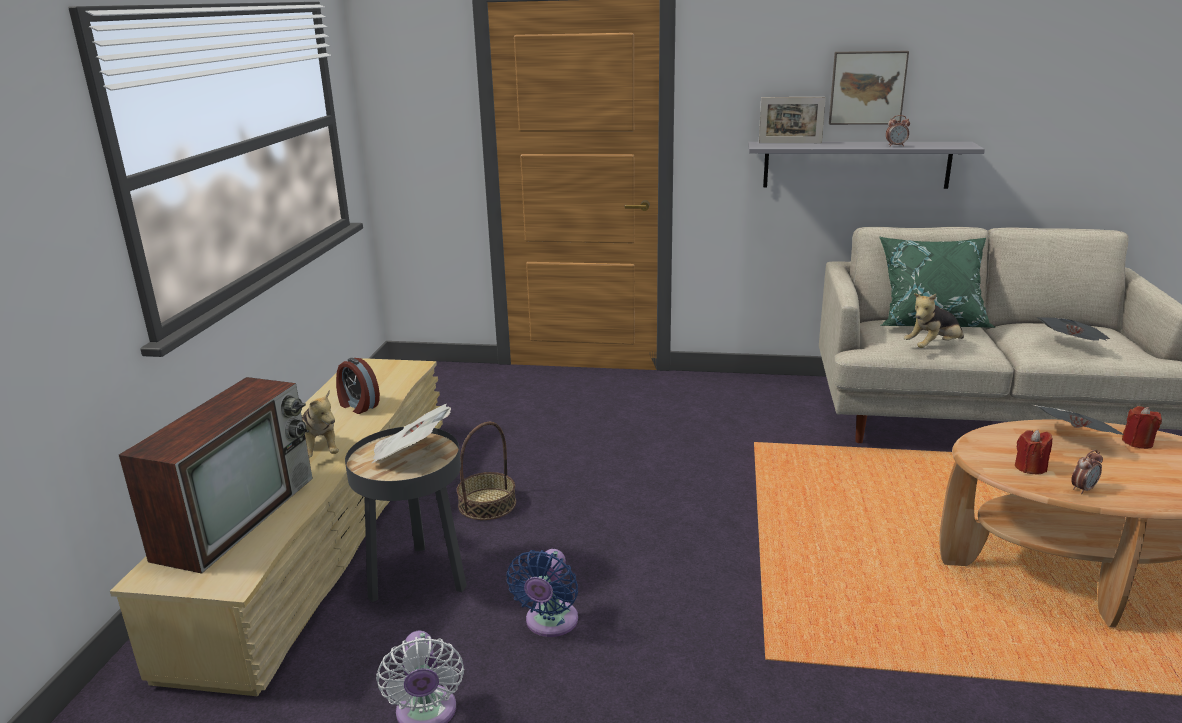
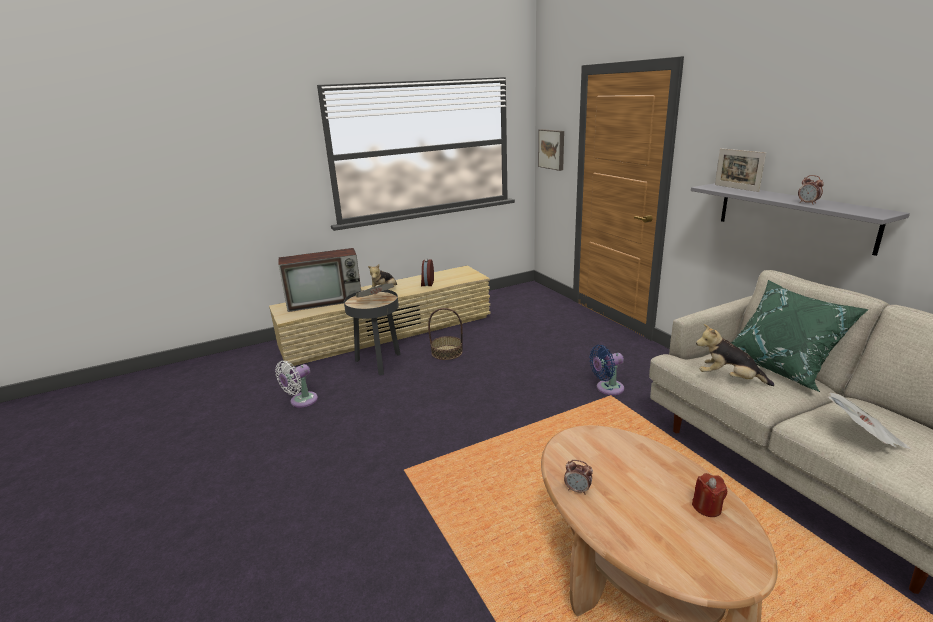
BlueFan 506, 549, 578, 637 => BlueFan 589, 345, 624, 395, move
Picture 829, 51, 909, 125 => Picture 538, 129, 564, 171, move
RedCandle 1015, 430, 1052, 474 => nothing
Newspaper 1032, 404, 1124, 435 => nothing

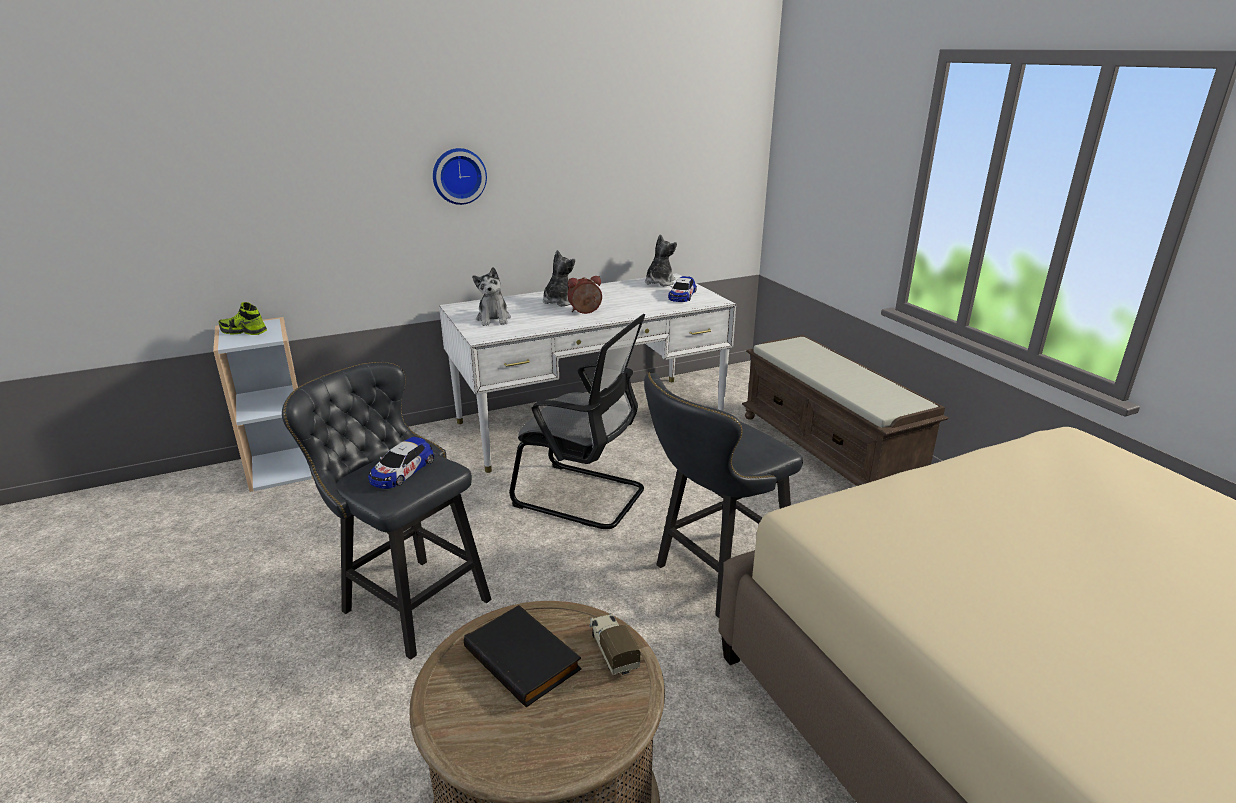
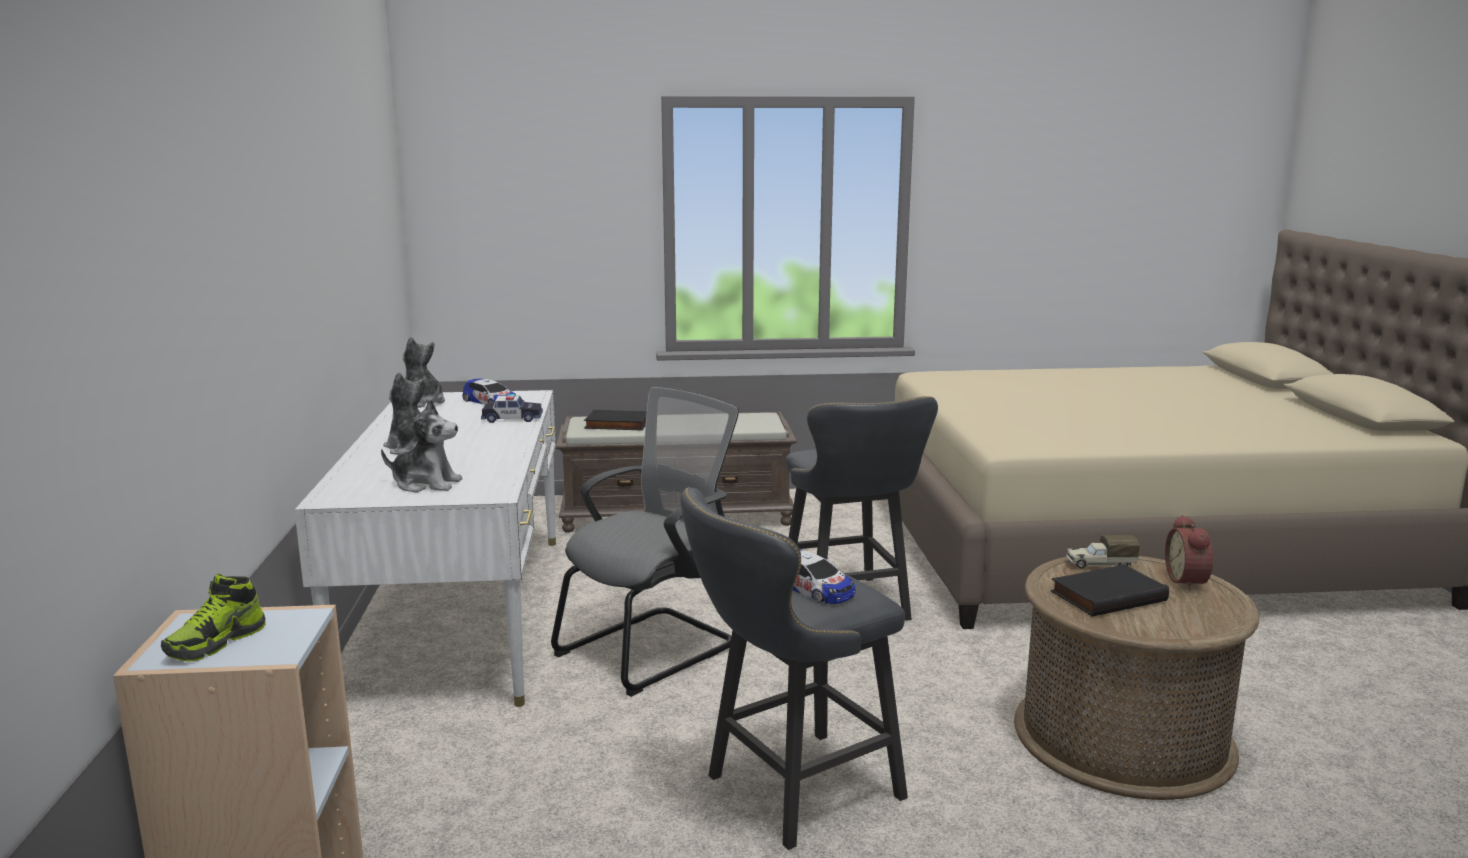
WallClock 433, 148, 487, 205 => nothing
AlarmClock 567, 276, 602, 314 => AlarmClock 1165, 515, 1213, 590, move
nothing => ToyCar 481, 394, 543, 423
nothing => BlackBook 584, 410, 647, 430

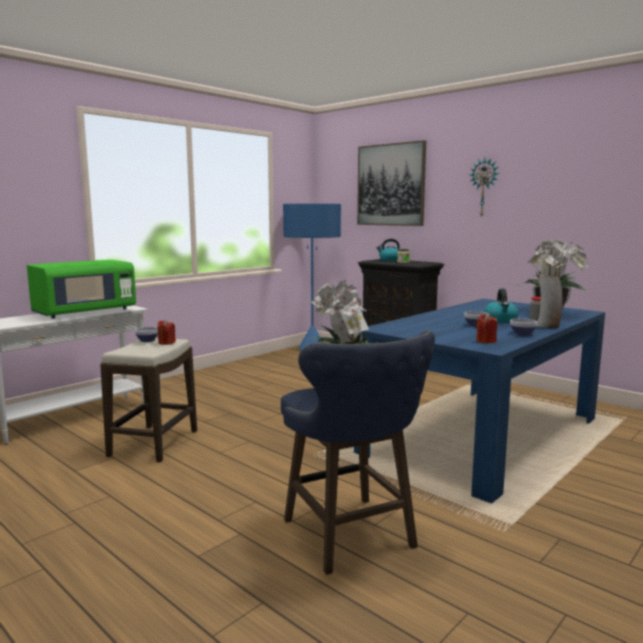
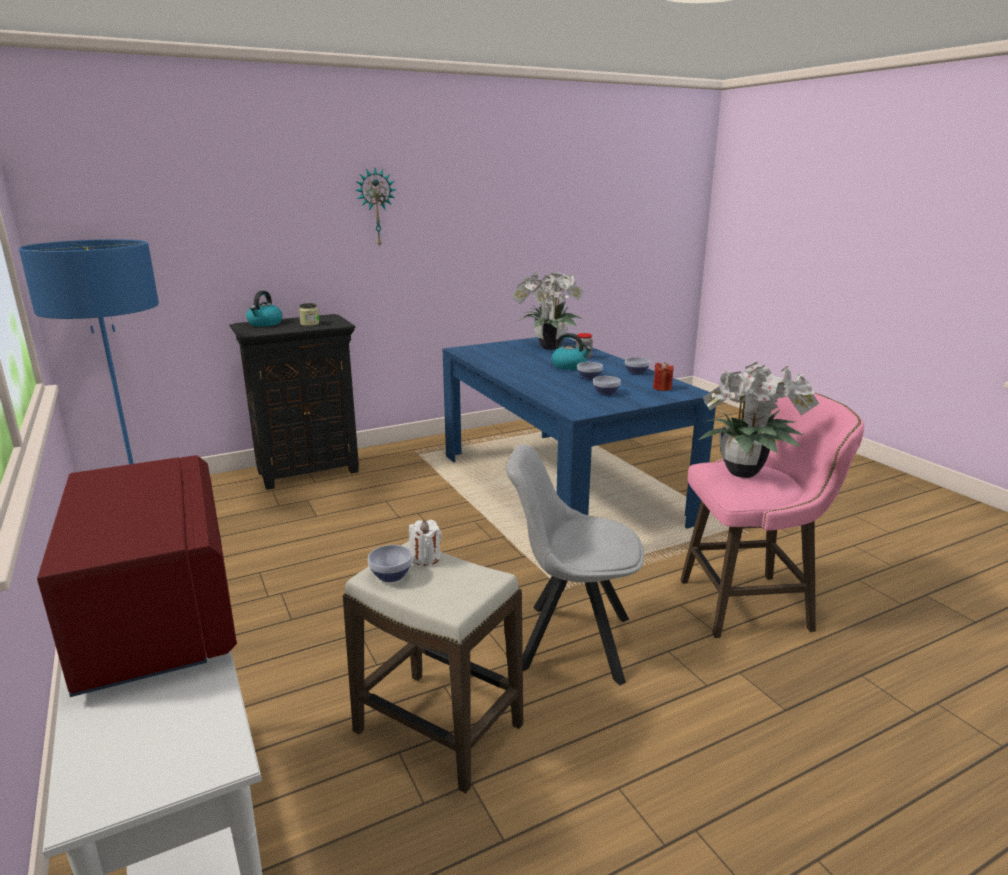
GreenMicrowave 27, 260, 136, 318 => RedMicrowave 37, 455, 237, 697
RedCandle 157, 320, 176, 345 => WhiteCandle 409, 520, 442, 566
BlueStool 281, 331, 435, 575 => PinkStool 680, 392, 864, 638
Picture 357, 140, 426, 226 => nothing
Vase 537, 275, 563, 329 => nothing
nothing => GreyChair 506, 444, 644, 686
nothing => Bowl 593, 376, 621, 396

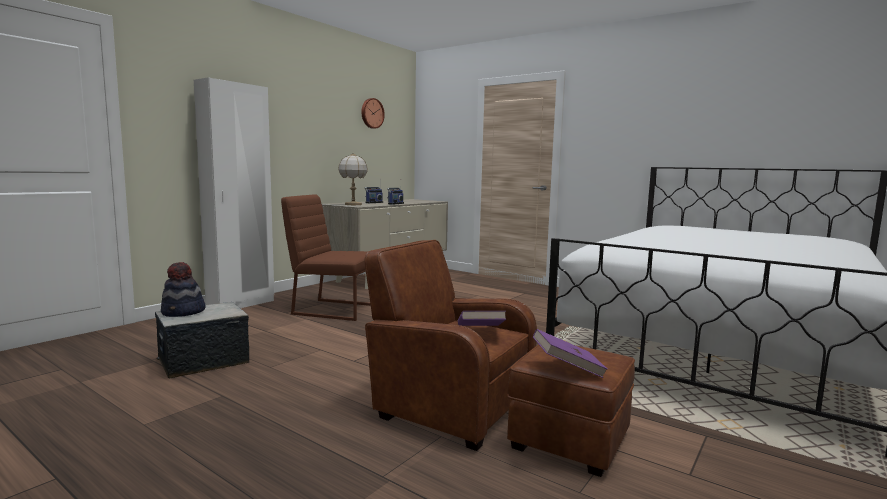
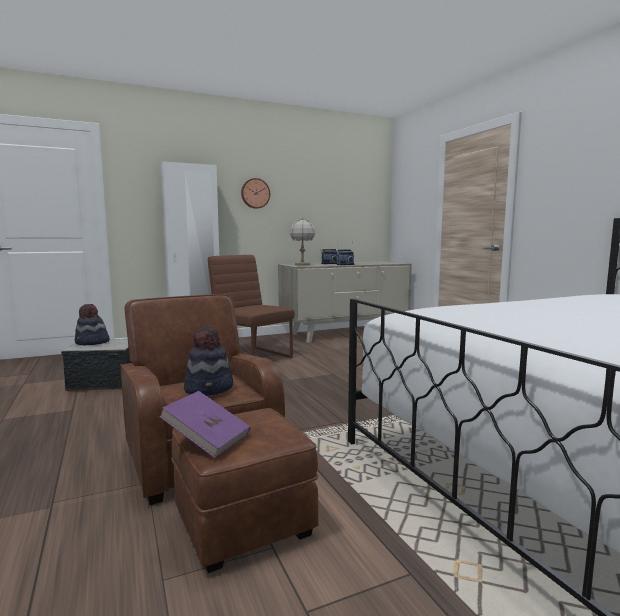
WallClock 361, 98, 385, 129 => WallClock 241, 178, 270, 209, move
PurpleBook 458, 311, 506, 326 => Hat 184, 325, 233, 396

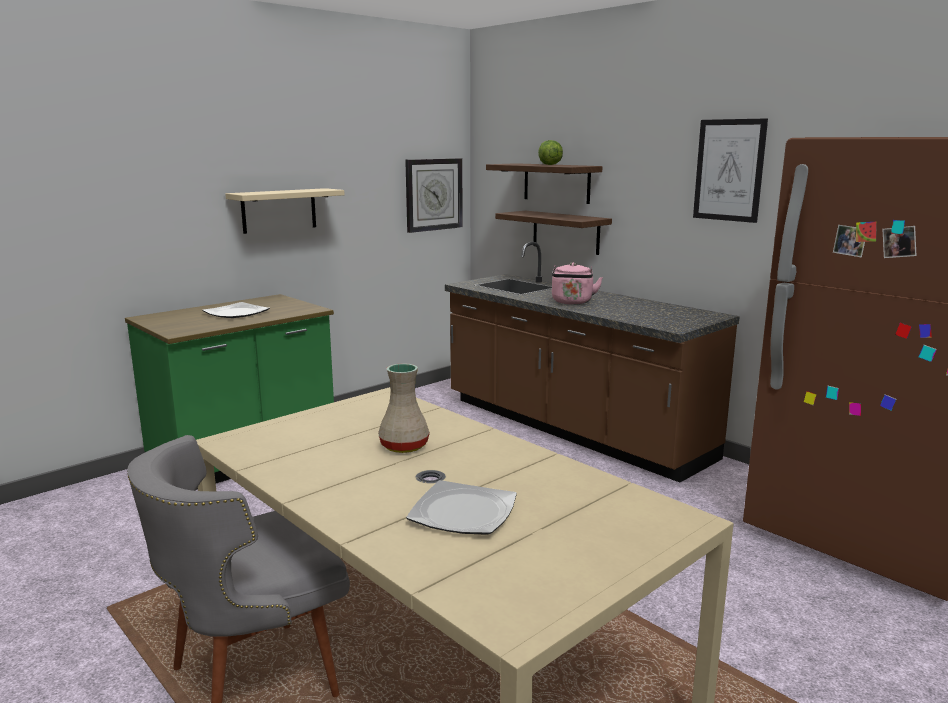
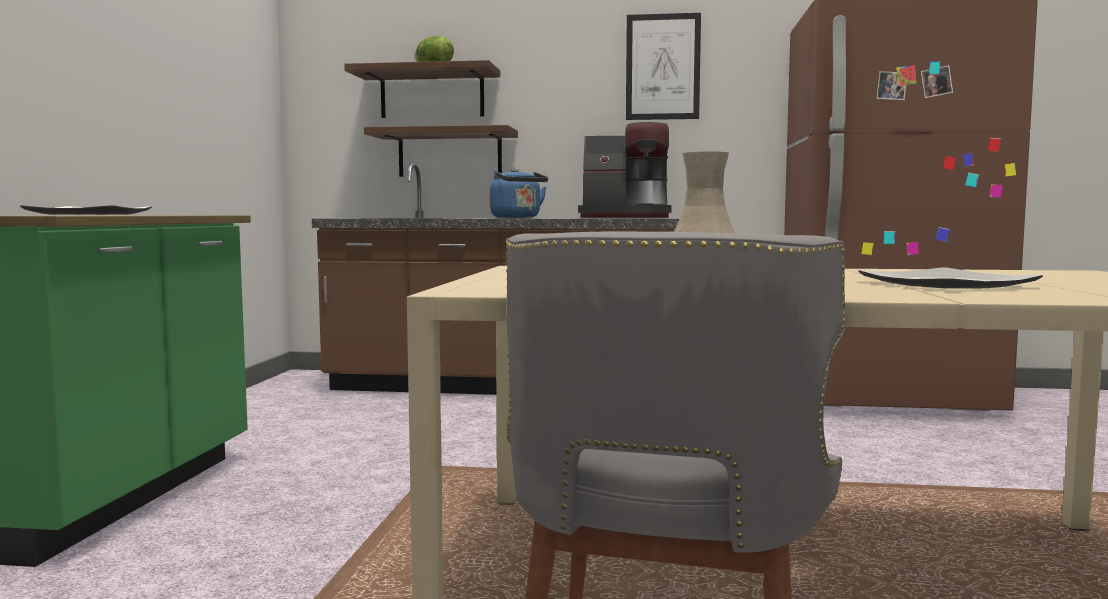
BeigeShelf 225, 188, 345, 234 => nothing
WallClock 405, 158, 463, 233 => nothing
PinkKettle 552, 262, 603, 305 => BlueKettle 490, 168, 548, 218
nothing => CoffeeMachine 578, 122, 672, 218

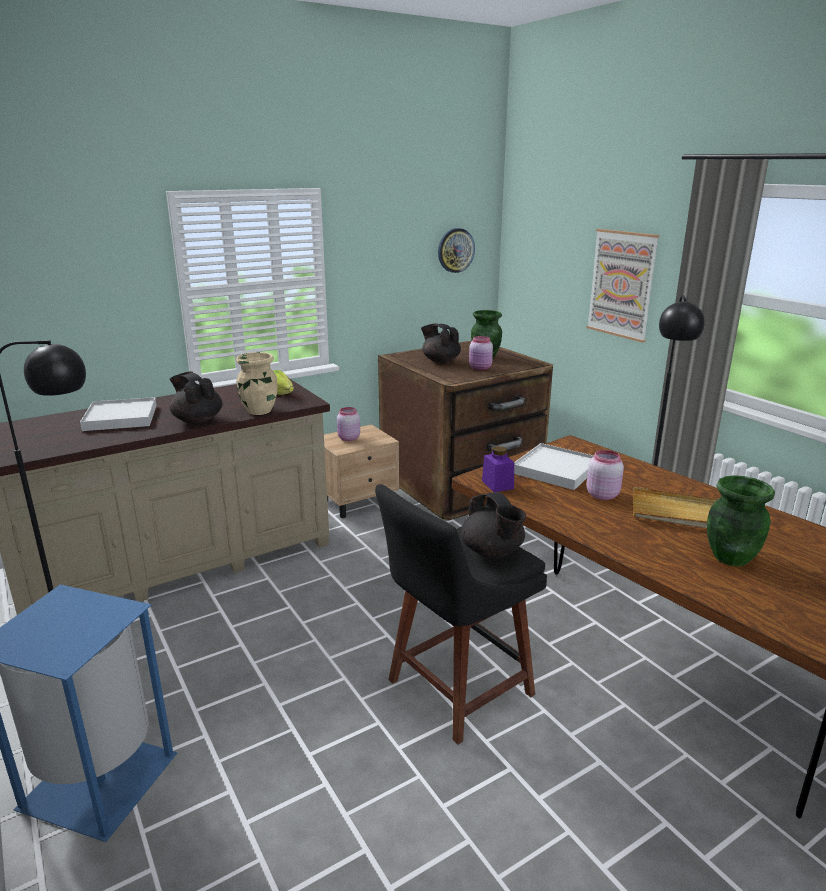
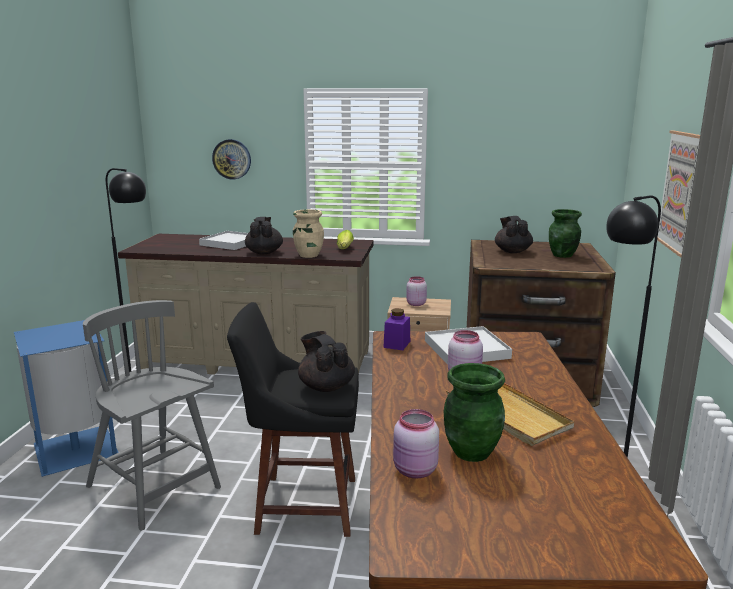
WallClock 438, 228, 475, 273 => WallClock 212, 139, 251, 179, move
BlackTeapot 461, 492, 526, 558 => BlackTeapot 298, 331, 355, 392, 135 degrees clockwise
PinkJar 469, 336, 493, 370 => PinkJar 393, 409, 439, 478, move
nothing => GreyChair 83, 300, 221, 530

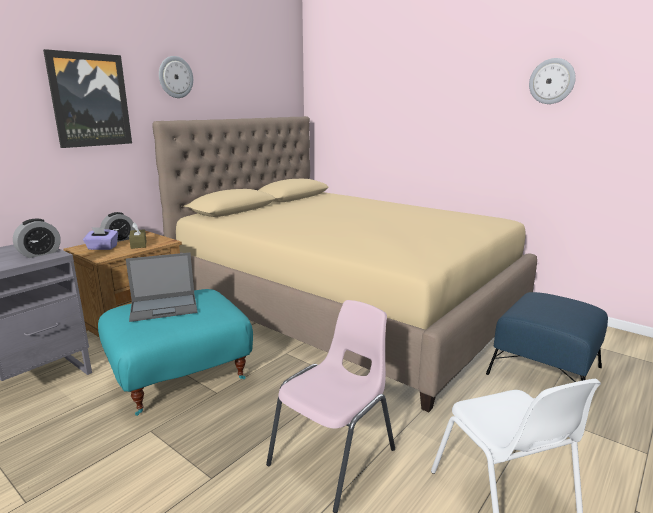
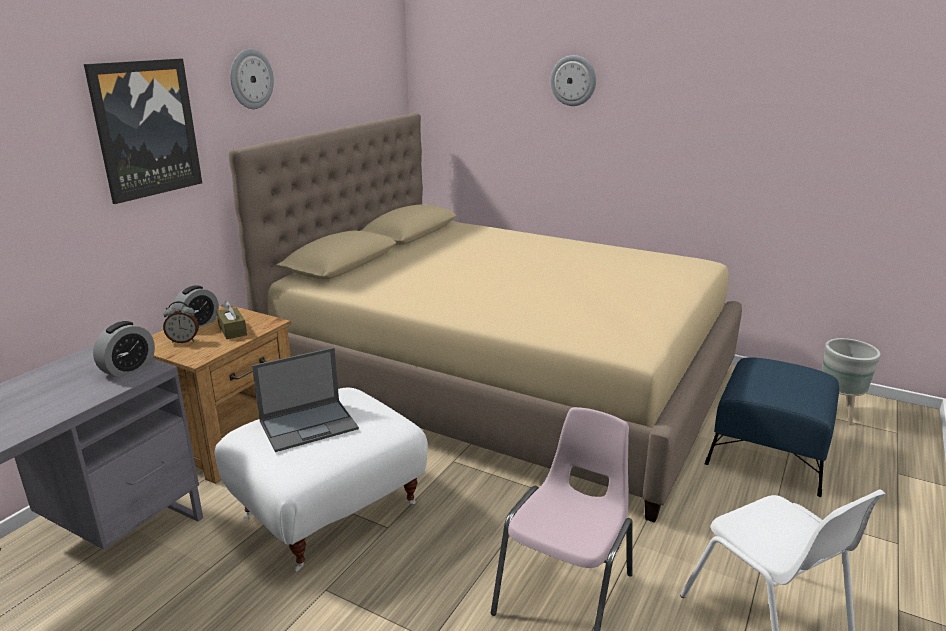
PurpleTissueBox 83, 227, 118, 250 => AlarmClock 163, 301, 199, 343
TurquoiseOttoman 98, 289, 253, 416 => WhiteOttoman 215, 388, 428, 571
WallClock 529, 58, 576, 104 => WallClock 550, 55, 596, 106, move
nothing => GreyPlanter 822, 338, 881, 425

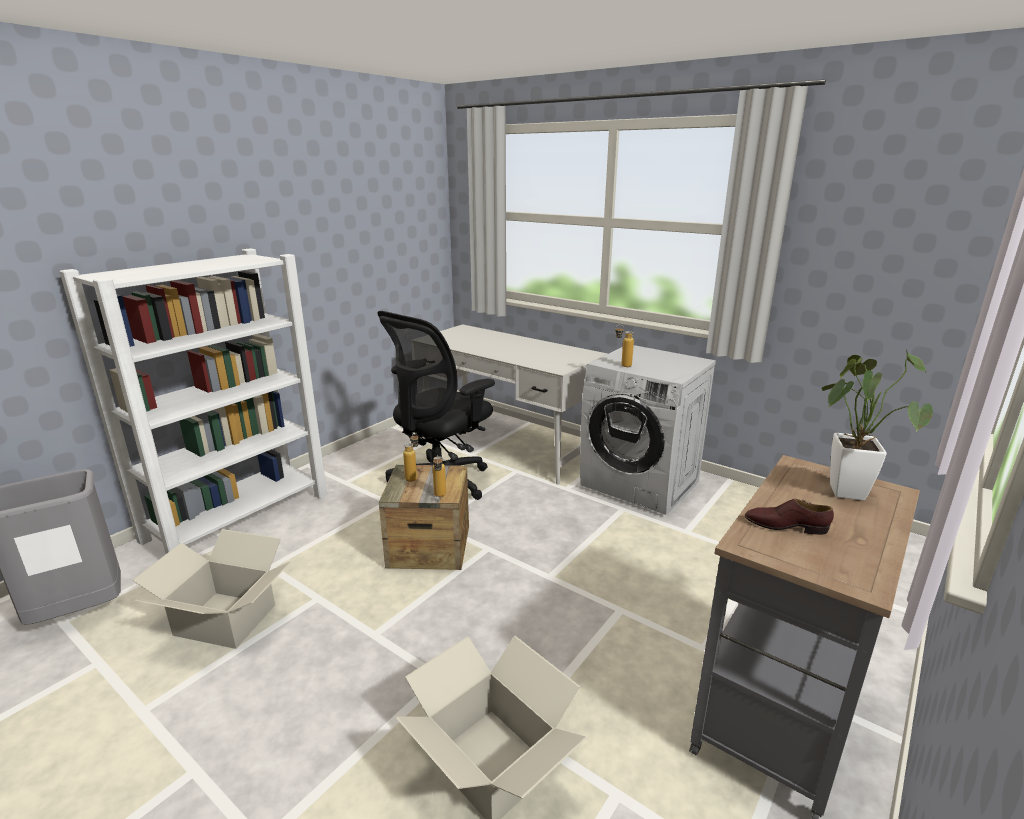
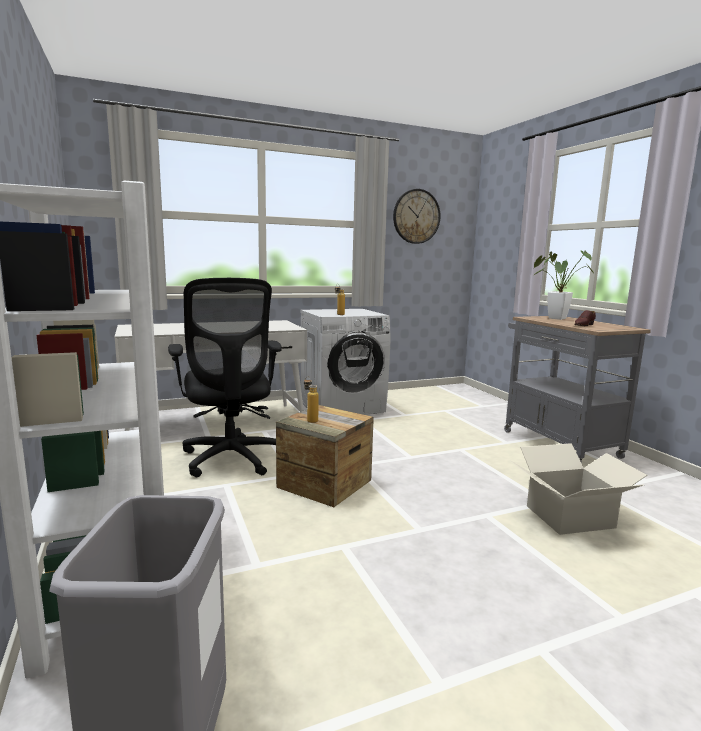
CardboardBox 132, 529, 292, 649 => nothing
Bottle 433, 455, 446, 497 => nothing
nothing => WallClock 393, 189, 441, 244

